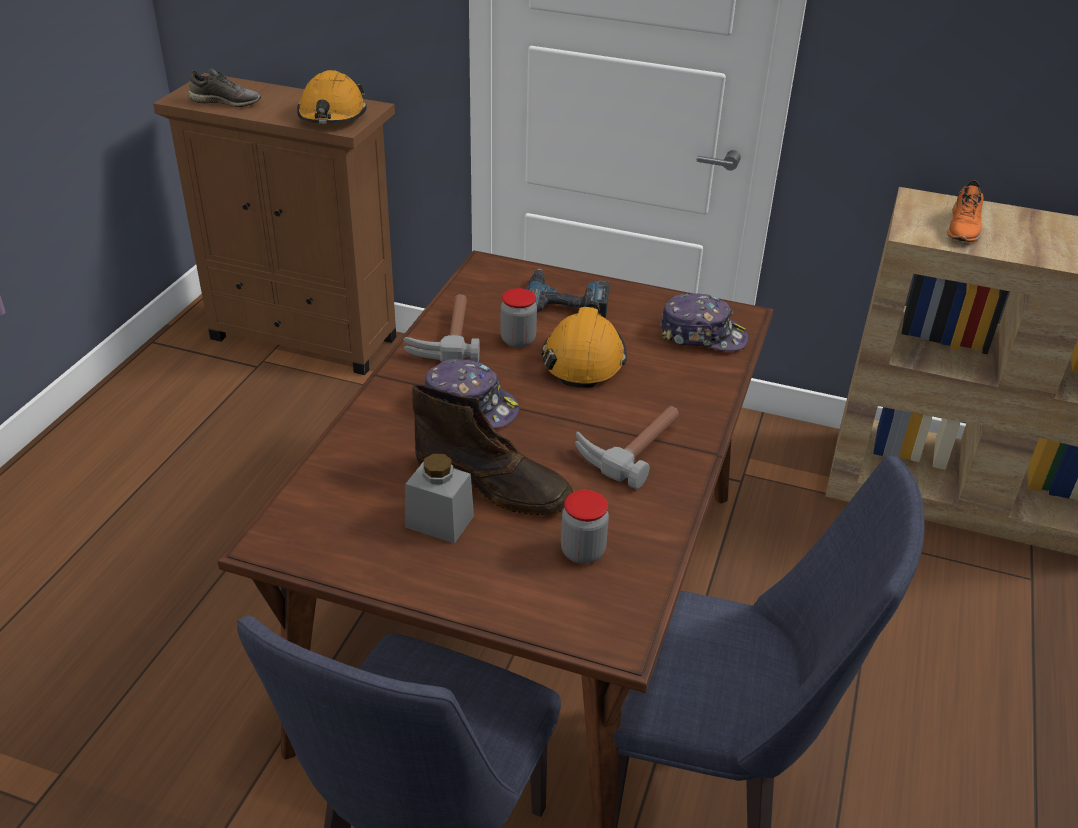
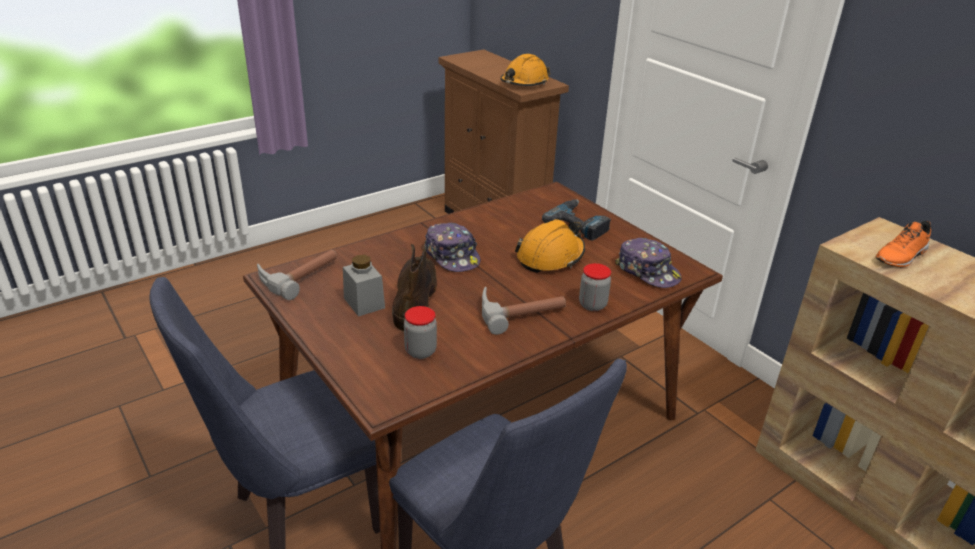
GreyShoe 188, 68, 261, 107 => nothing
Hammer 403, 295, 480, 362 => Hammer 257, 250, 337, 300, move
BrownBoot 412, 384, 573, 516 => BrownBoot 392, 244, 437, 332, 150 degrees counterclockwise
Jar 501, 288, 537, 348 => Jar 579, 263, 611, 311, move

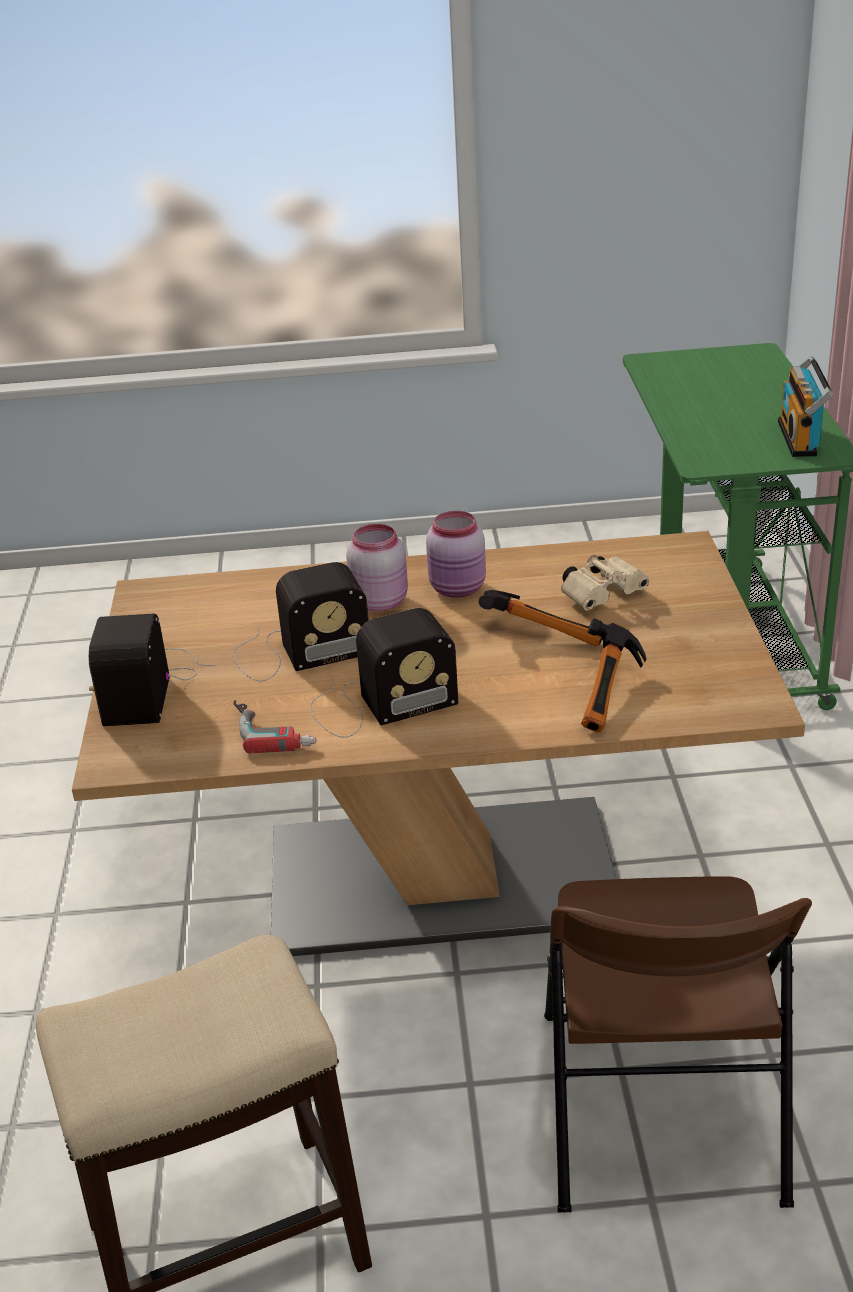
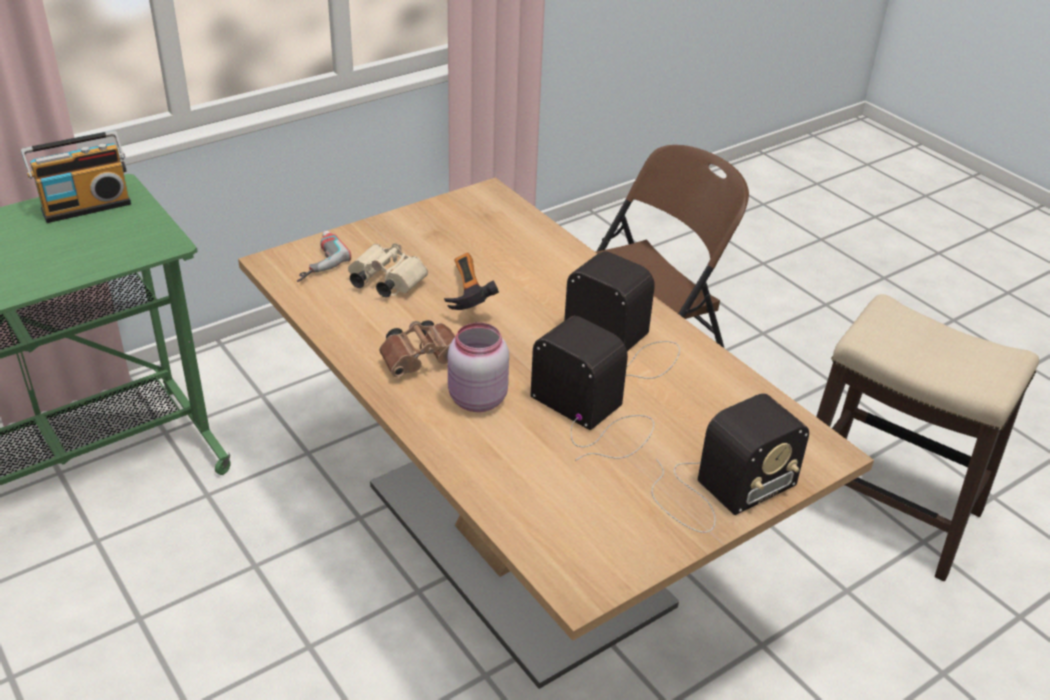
PowerDrill 233, 700, 317, 753 => PowerDrill 297, 231, 351, 282, move
PinkJar 426, 511, 486, 598 => BrownBinoculars 379, 320, 456, 377
Hammer 581, 618, 646, 733 => nothing

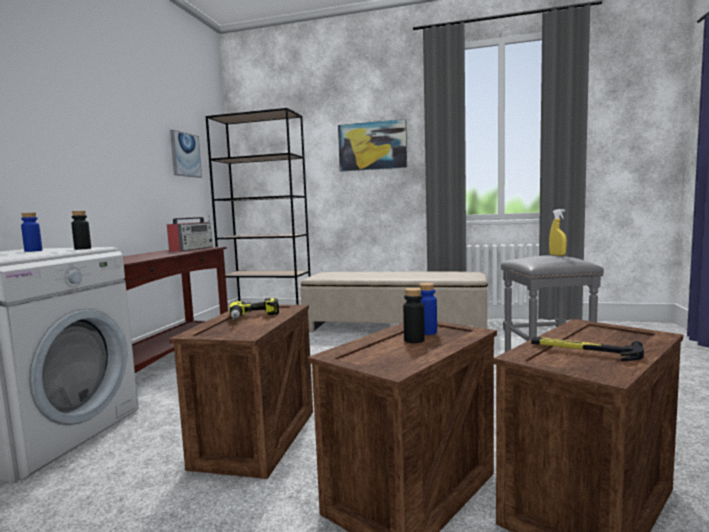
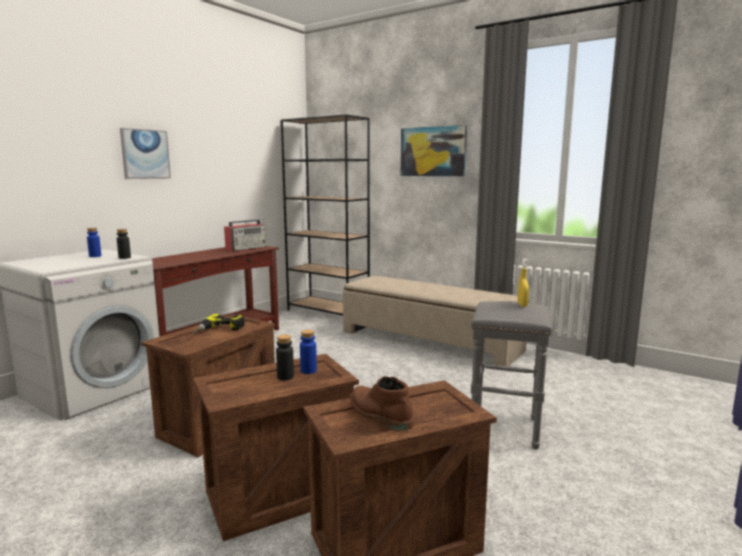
Picture 170, 130, 202, 178 => Picture 120, 128, 171, 179, move
Hammer 531, 337, 644, 361 => BrownBoot 350, 376, 414, 430

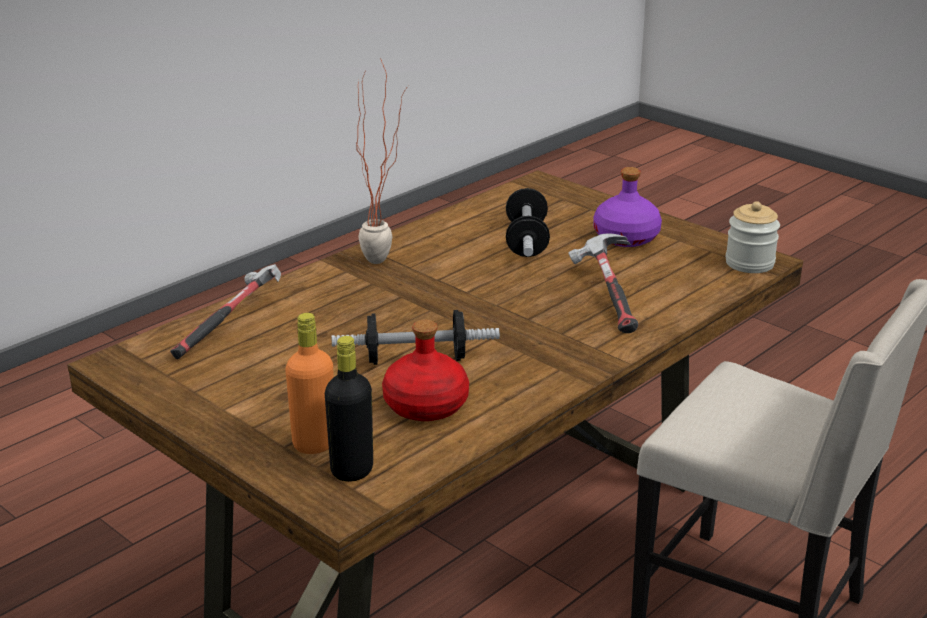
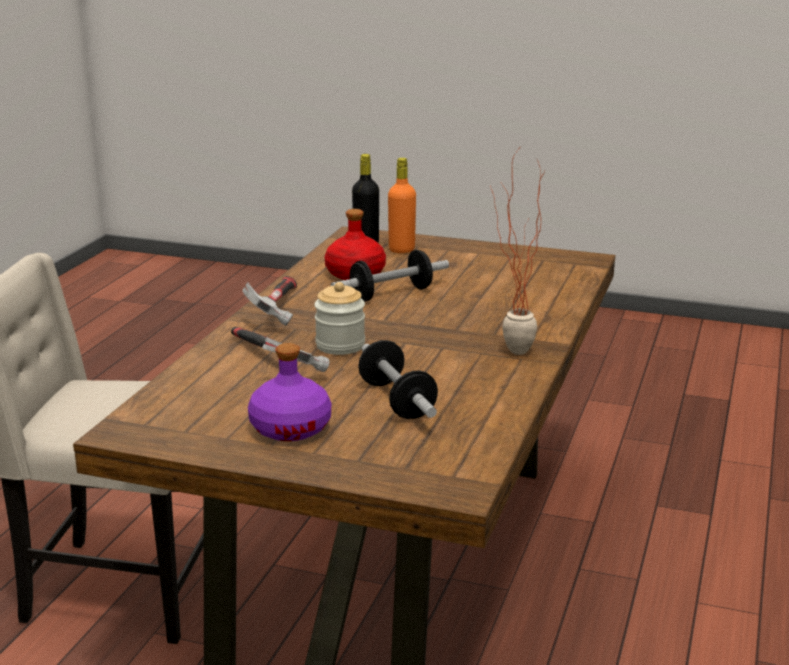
Hammer 170, 264, 281, 359 => Hammer 242, 276, 297, 326, move
Jar 725, 201, 780, 273 => Jar 314, 282, 365, 355, move

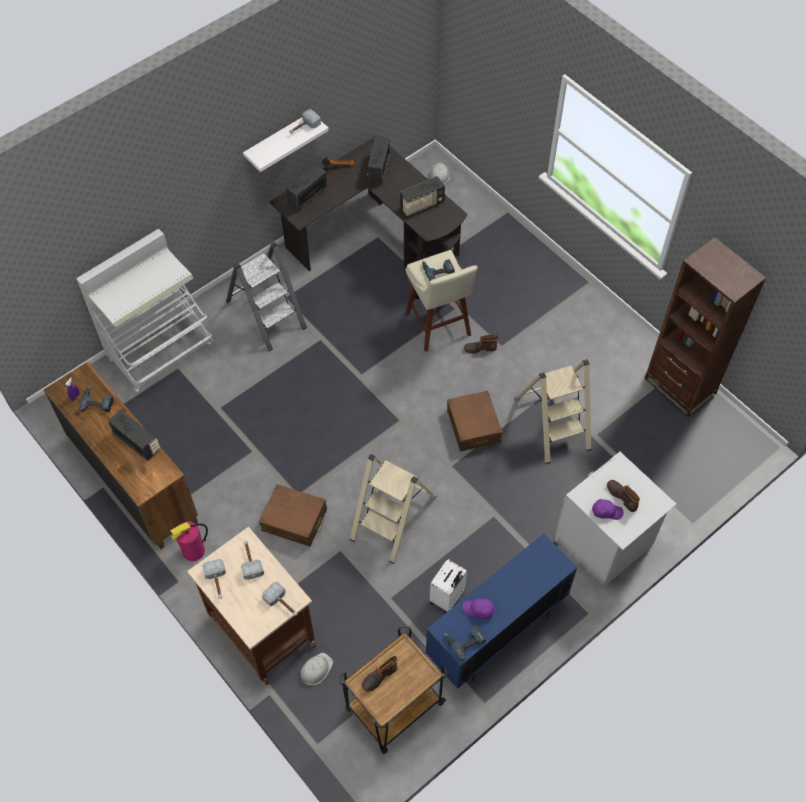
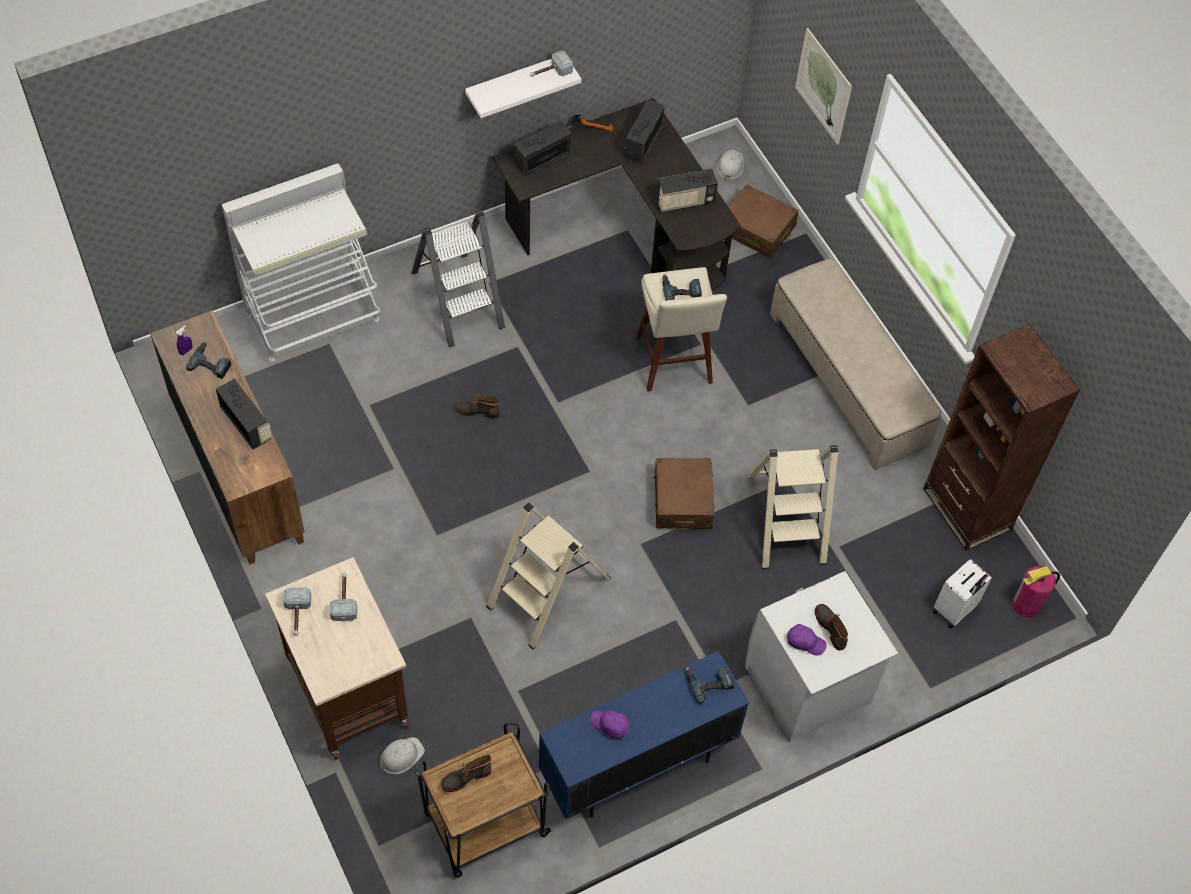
FireExtinguisher 170, 521, 208, 561 => FireExtinguisher 1013, 566, 1060, 617, move
BrownSuitcase 259, 484, 327, 547 => BrownSuitcase 729, 184, 799, 258, move
Hammer 262, 582, 298, 616 => nothing
WhiteSuitcase 430, 559, 467, 613 => WhiteSuitcase 933, 559, 992, 628, move
PowerDrill 445, 626, 486, 661 => PowerDrill 686, 666, 735, 704, move
Boot 464, 335, 498, 354 => Boot 455, 396, 500, 419, move
nothing => BeigeBench 770, 258, 941, 470
nothing => Picture 795, 28, 852, 145

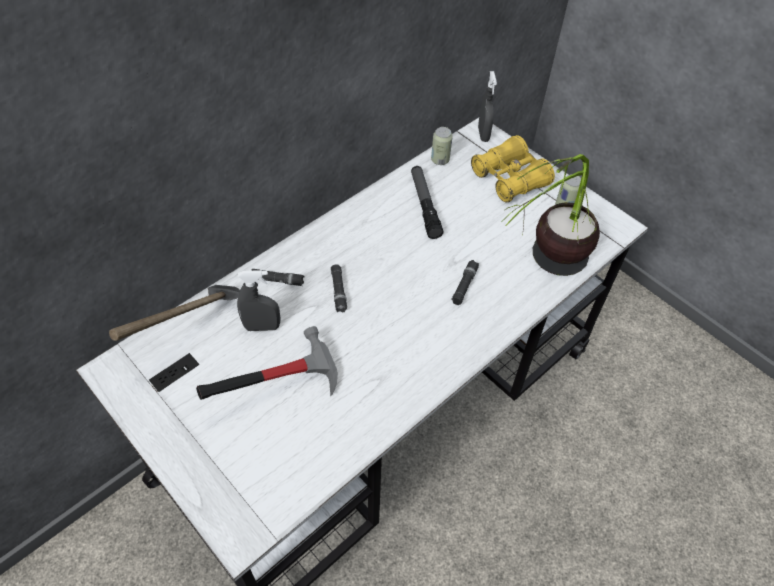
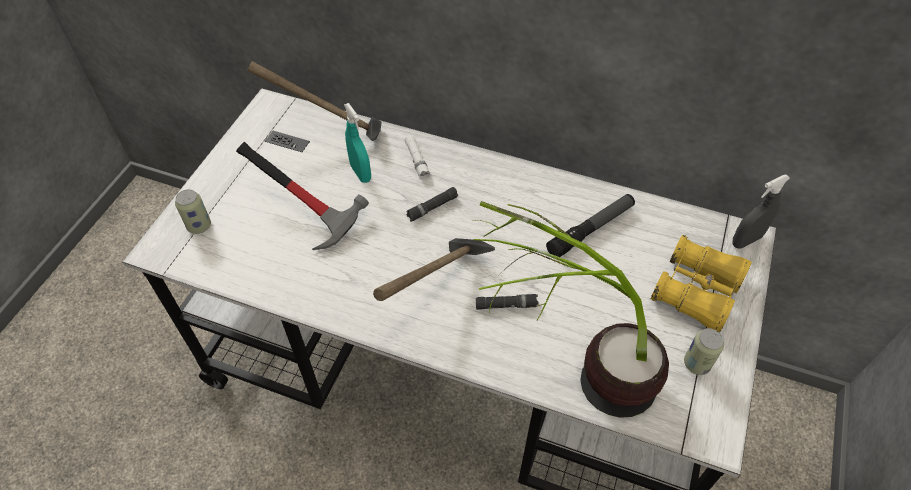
GreySprayBottle 237, 270, 280, 331 => TurquoiseSprayBottle 344, 103, 371, 183
BlackFlashlight 251, 269, 304, 286 => WhiteFlashlight 405, 135, 430, 179
Can 431, 127, 453, 165 => Can 175, 189, 211, 234, move
nothing => Hammer 373, 238, 495, 301

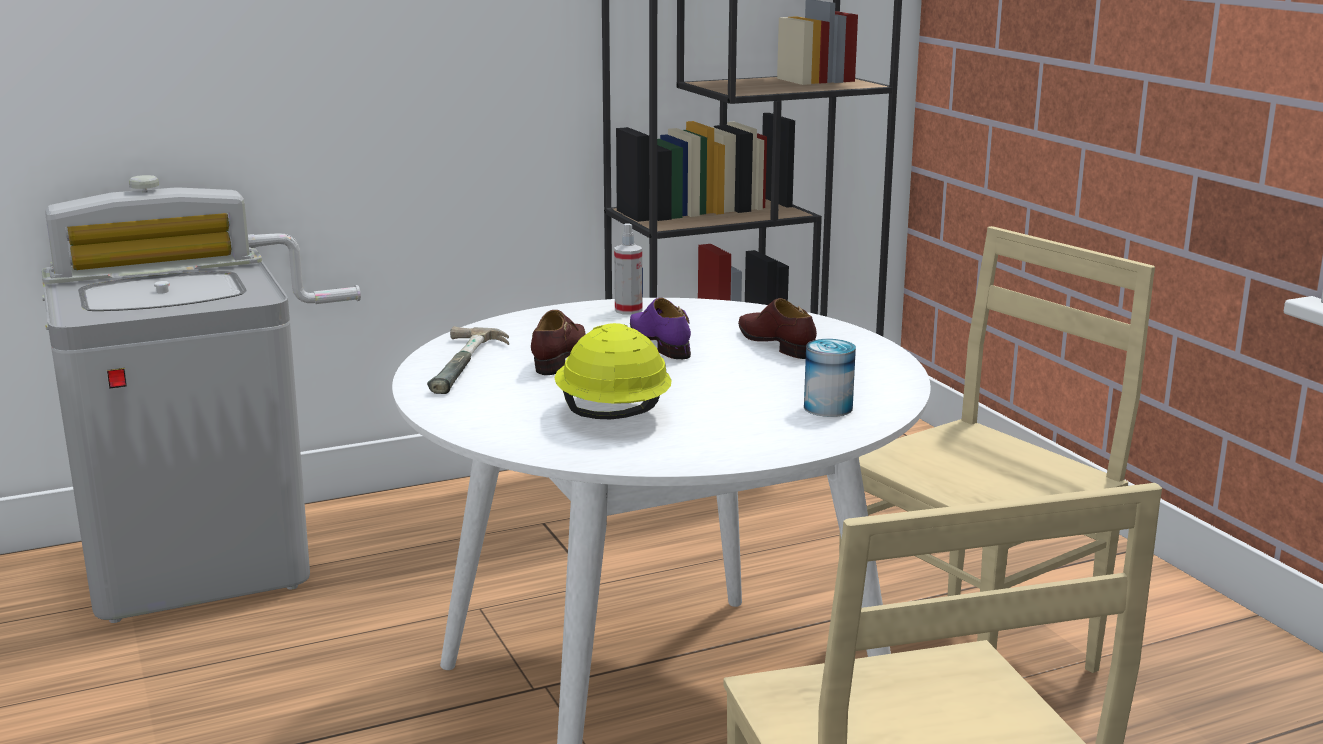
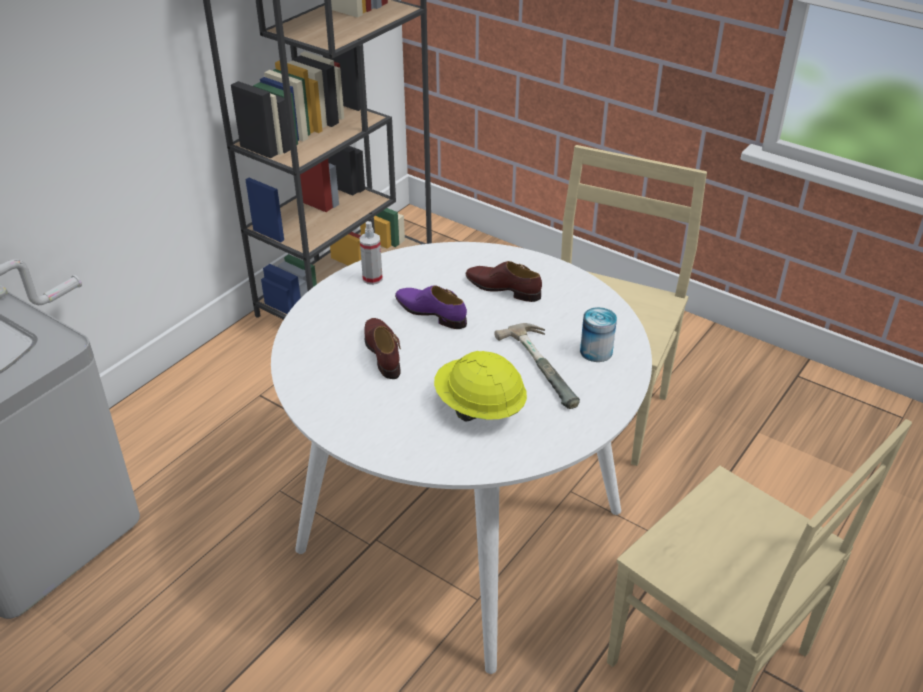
Hammer 427, 326, 509, 394 => Hammer 495, 323, 580, 409, move

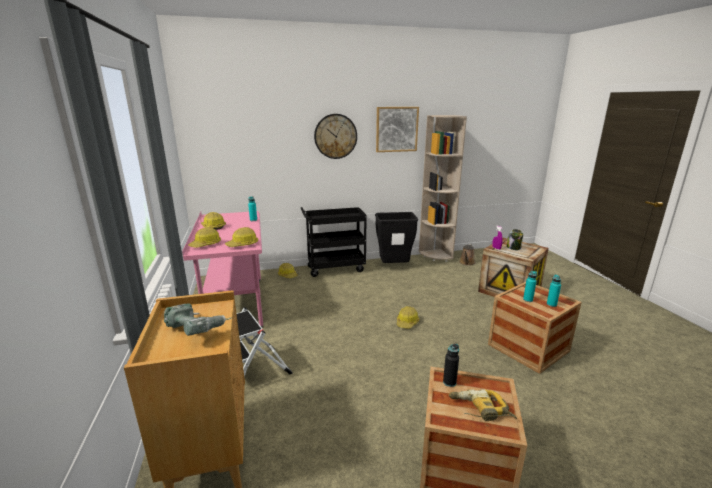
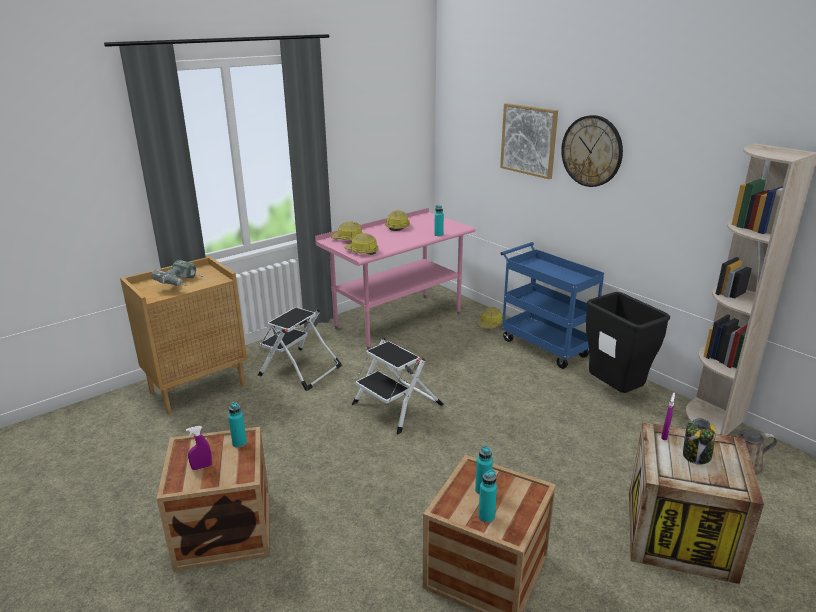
BlackCart 301, 207, 367, 277 => BlueCart 501, 242, 604, 369
Picture 376, 107, 419, 152 => Picture 500, 103, 558, 179, move
HardHat 397, 306, 419, 329 => nothing
BlackBottle 443, 344, 459, 387 => TurquoiseBottle 228, 402, 247, 448
PowerDrill 449, 389, 517, 421 => PurpleSprayBottle 186, 426, 212, 470
nothing => StepLadder 352, 338, 444, 434

